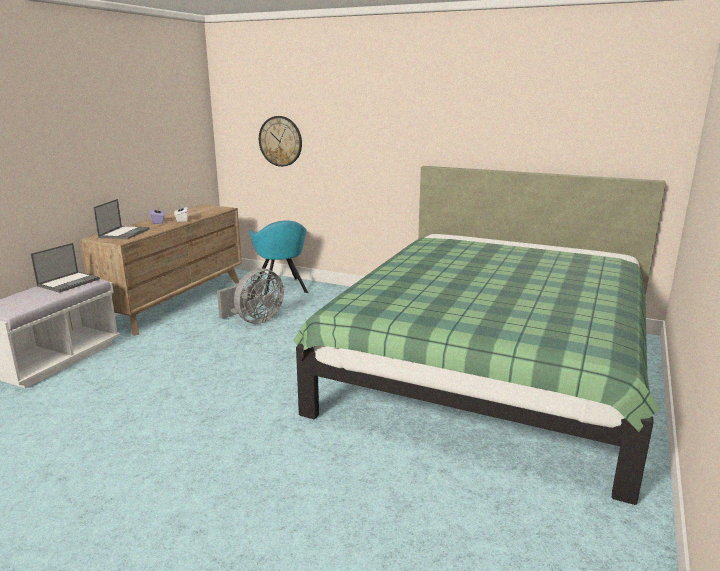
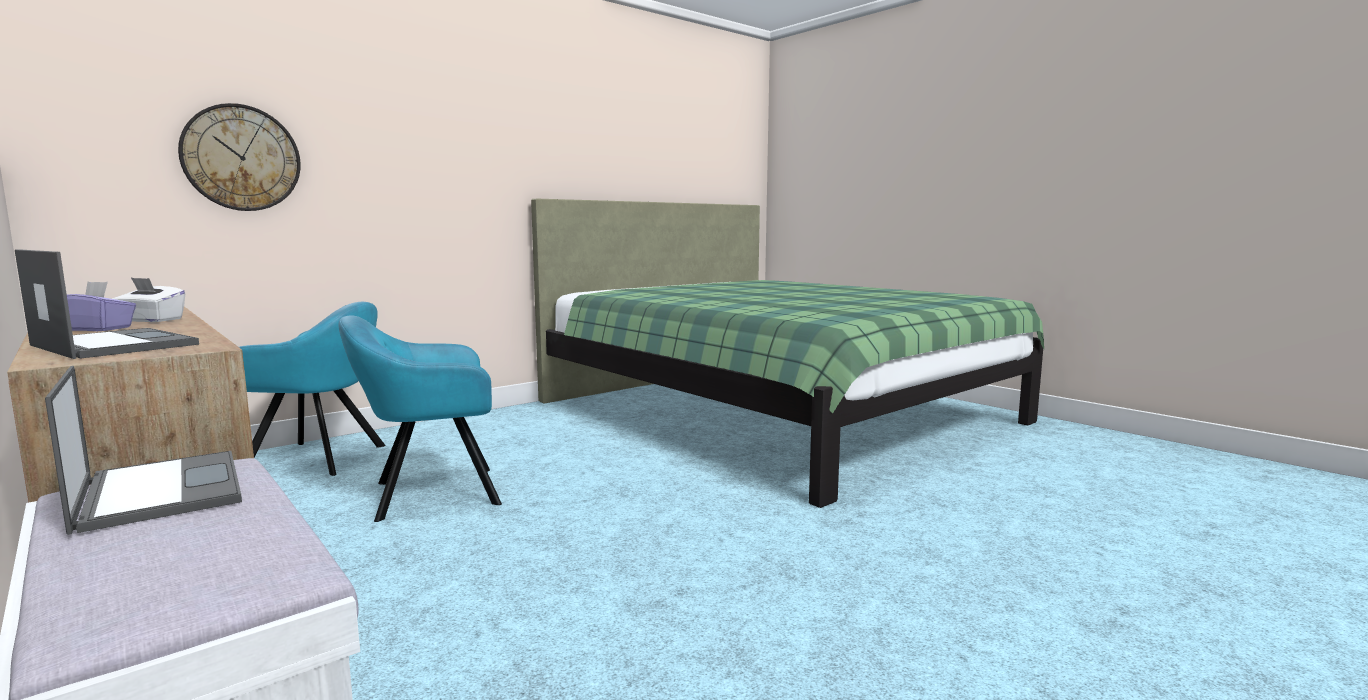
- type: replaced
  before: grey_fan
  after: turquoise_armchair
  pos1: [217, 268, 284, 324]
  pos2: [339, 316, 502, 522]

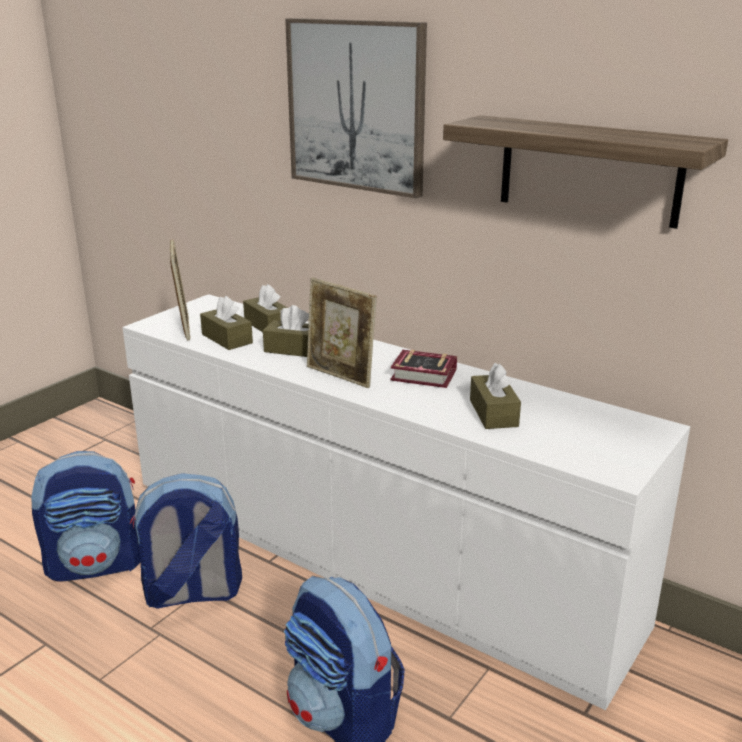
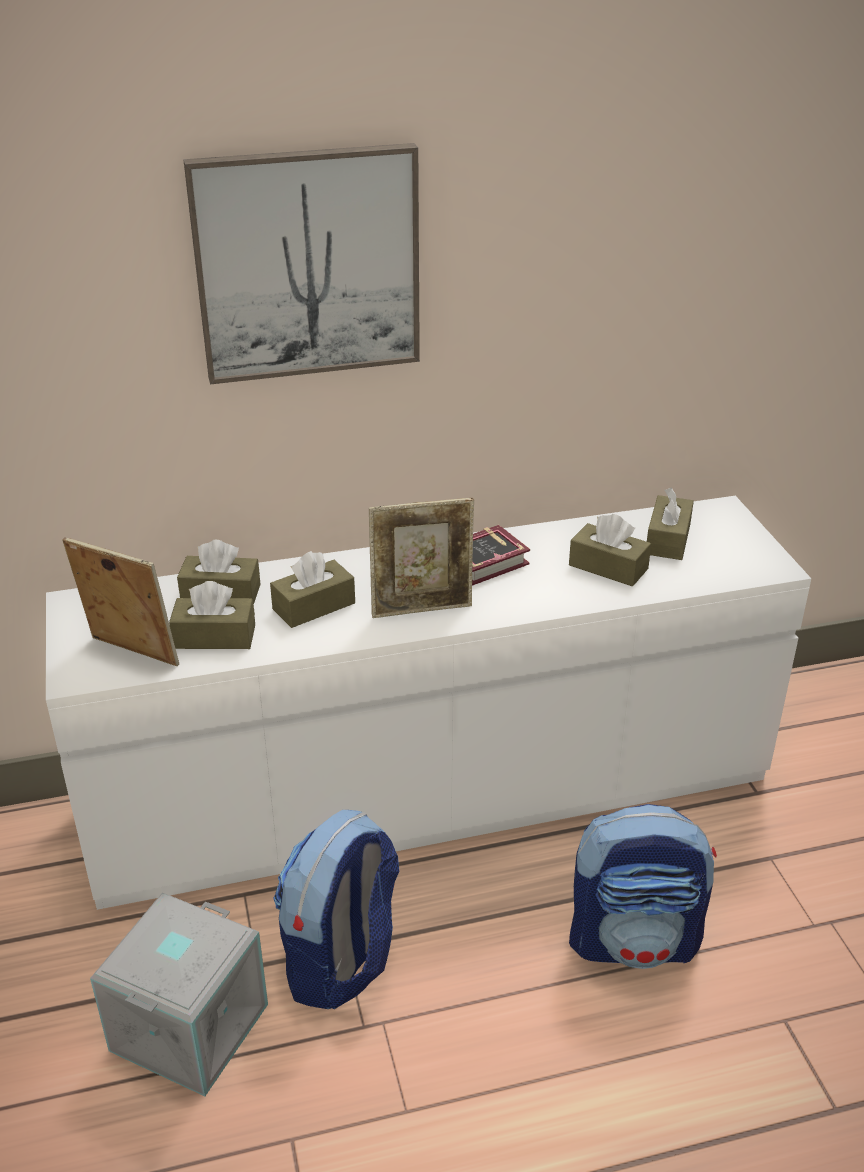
- type: replaced
  before: backpack
  after: grey_storage_box
  pos1: [31, 451, 141, 582]
  pos2: [90, 892, 268, 1096]
- type: added
  after: brown_tissue_box
  pos2: [647, 487, 694, 560]
- type: removed
  before: shelf
  pos1: [443, 115, 728, 229]

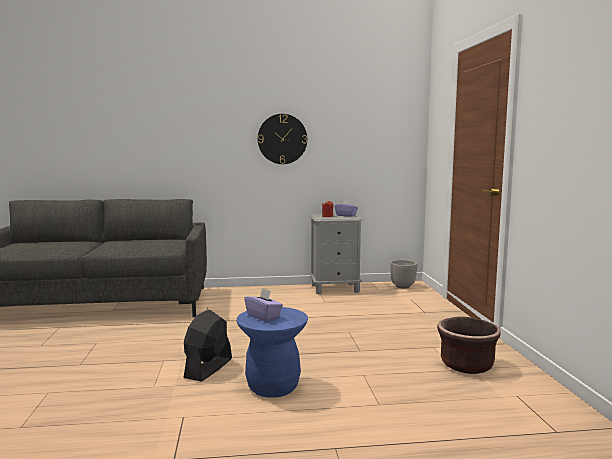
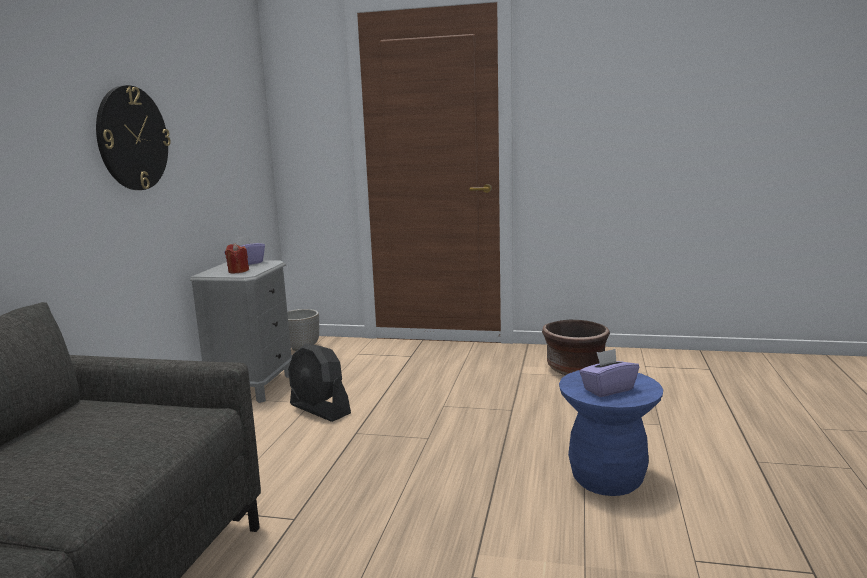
- type: moved
  before: black_fan
  pos1: [183, 310, 232, 382]
  pos2: [288, 343, 351, 422]

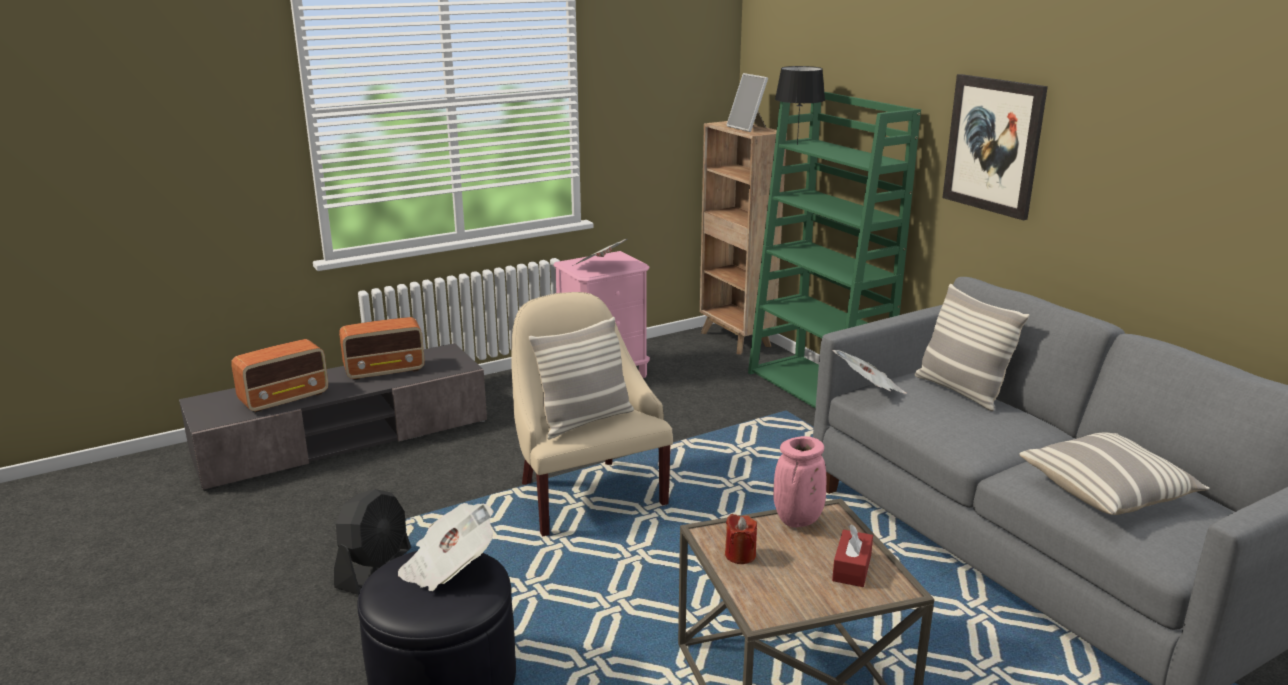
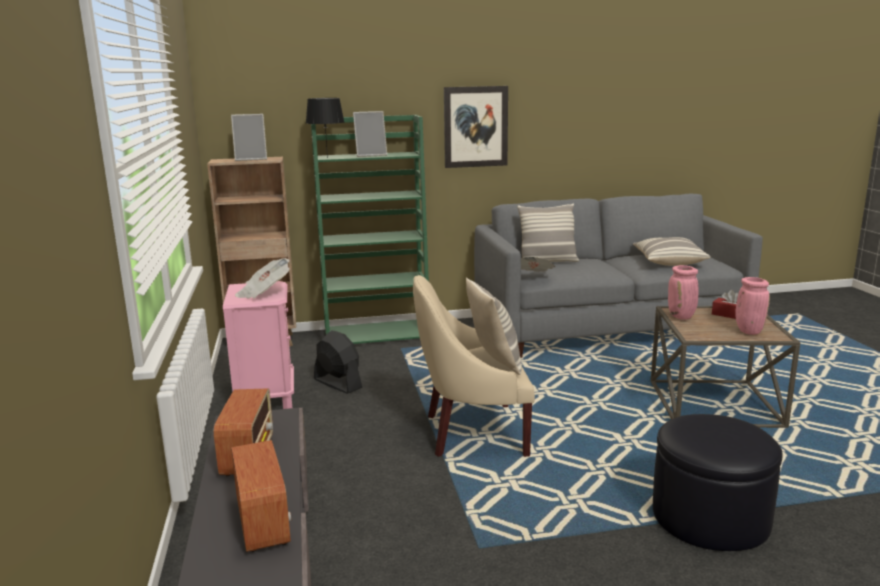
- type: moved
  before: black_fan
  pos1: [334, 489, 411, 595]
  pos2: [314, 330, 362, 394]
- type: added
  after: picture_frame
  pos2: [353, 111, 387, 157]
- type: added
  after: pink_vase
  pos2: [735, 277, 770, 335]
- type: removed
  before: newspaper
  pos1: [398, 503, 494, 591]
- type: removed
  before: red_candle
  pos1: [725, 514, 757, 564]

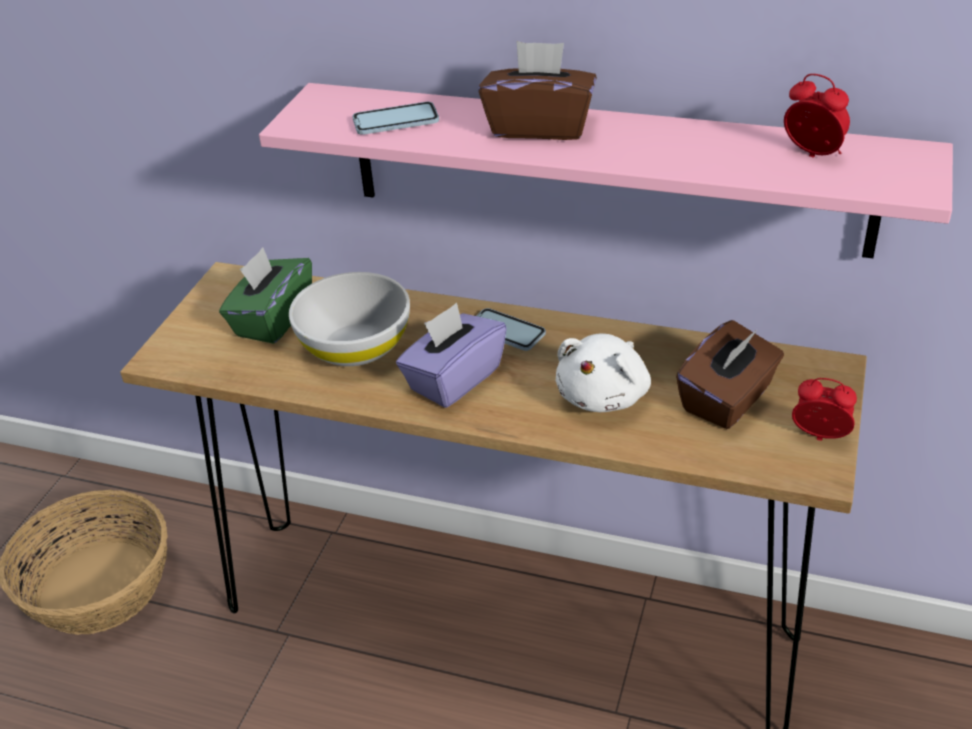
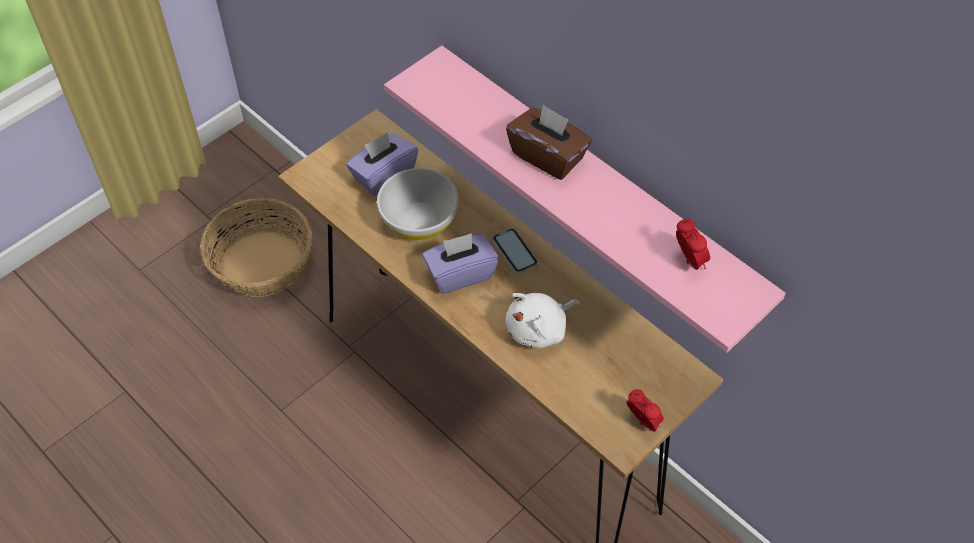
- type: recoloured
  before: green_tissue_box
  after: purple_tissue_box
  pos1: [219, 247, 312, 344]
  pos2: [346, 132, 418, 196]
- type: removed
  before: phone
  pos1: [352, 102, 439, 135]
- type: removed
  before: brown_tissue_box
  pos1: [676, 320, 784, 429]

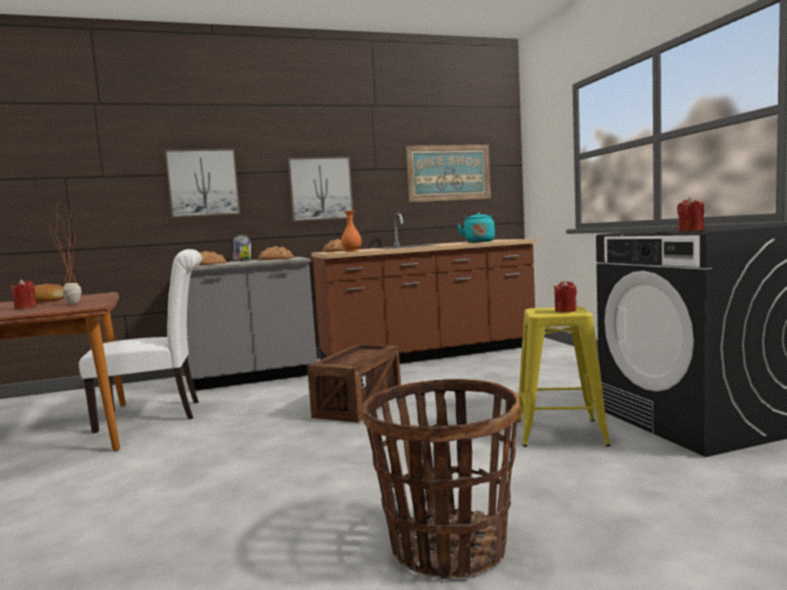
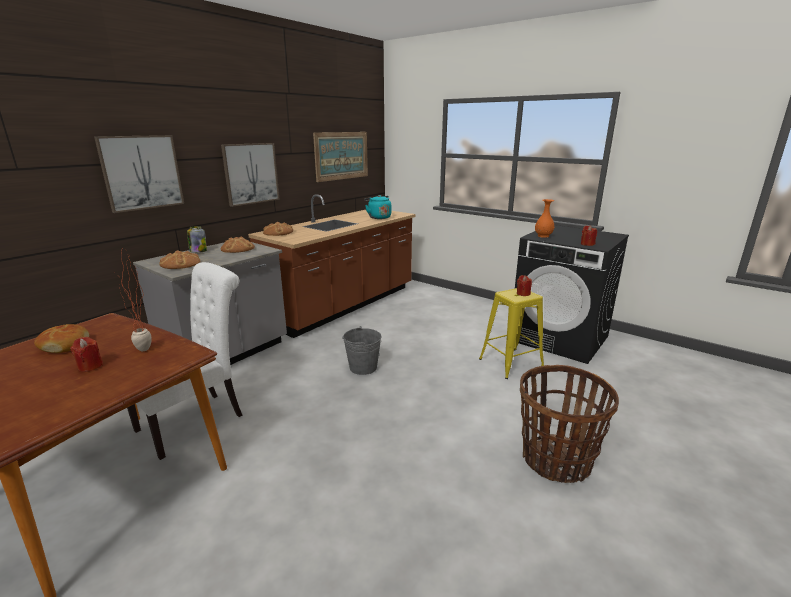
- type: replaced
  before: crate
  after: grey_bucket
  pos1: [307, 344, 401, 423]
  pos2: [342, 326, 382, 375]
- type: moved
  before: orange_vase
  pos1: [341, 211, 362, 252]
  pos2: [535, 199, 554, 238]

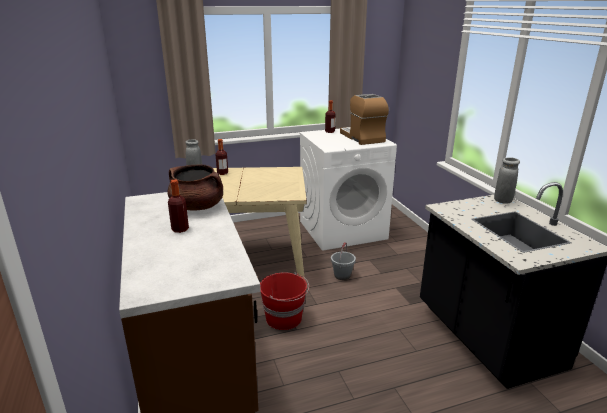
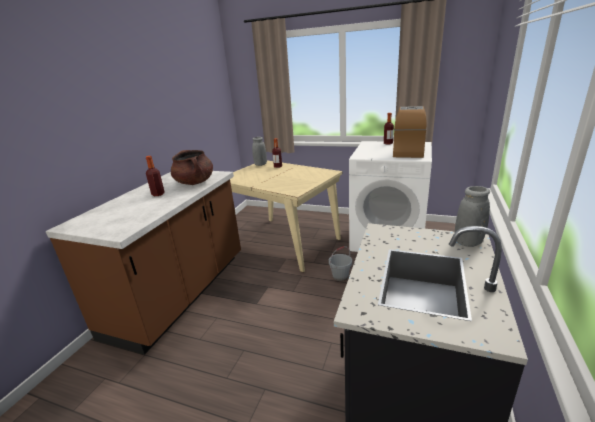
- type: removed
  before: red_bucket
  pos1: [260, 272, 309, 330]

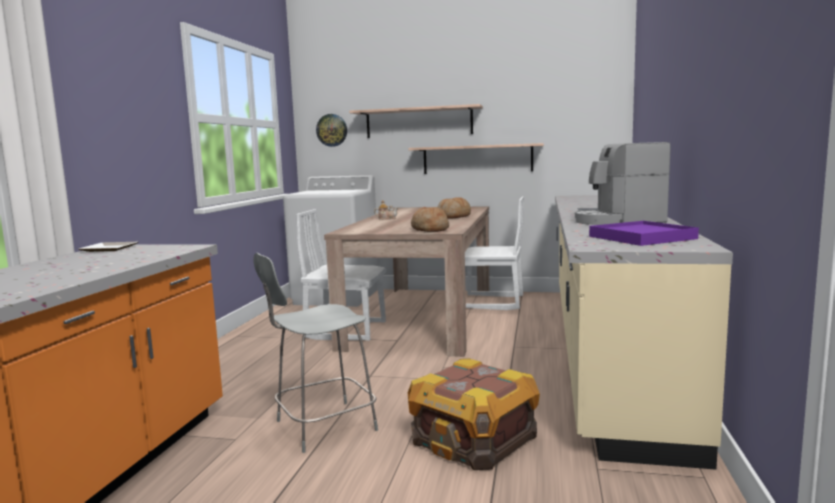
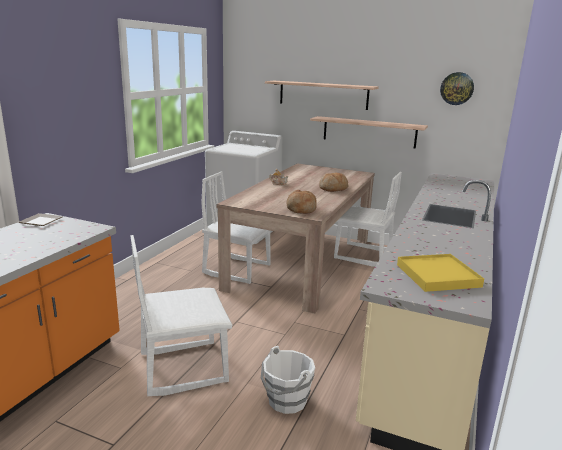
- type: replaced
  before: grey_stool
  after: white_chair
  pos1: [253, 253, 378, 453]
  pos2: [130, 235, 232, 396]
- type: replaced
  before: crate
  after: white_bucket
  pos1: [408, 358, 540, 470]
  pos2: [261, 346, 315, 414]
- type: recoloured
  before: purple_tray
  after: yellow_tray
  pos1: [589, 221, 699, 246]
  pos2: [397, 254, 484, 292]
- type: moved
  before: wall_clock
  pos1: [316, 114, 347, 147]
  pos2: [440, 72, 474, 105]
- type: removed
  before: coffee_machine
  pos1: [575, 142, 671, 225]

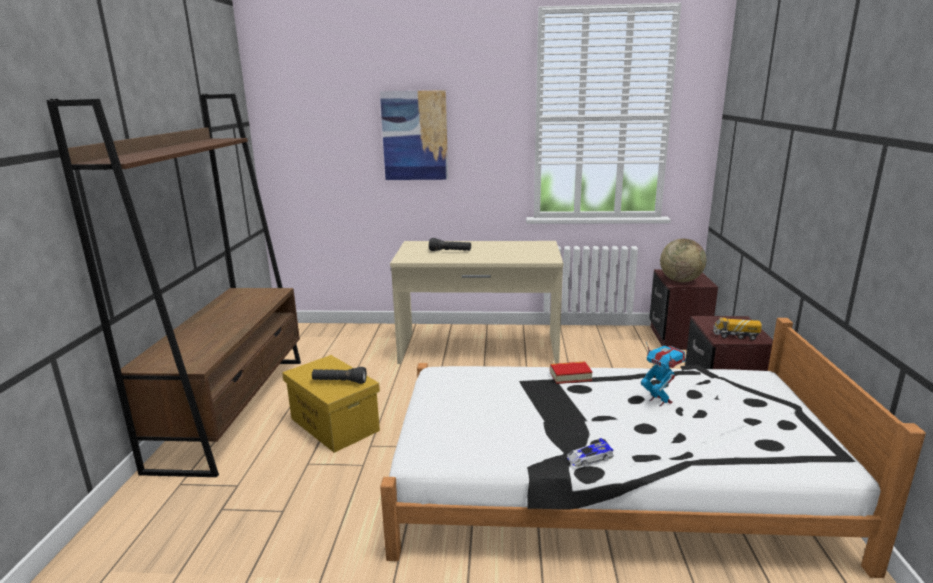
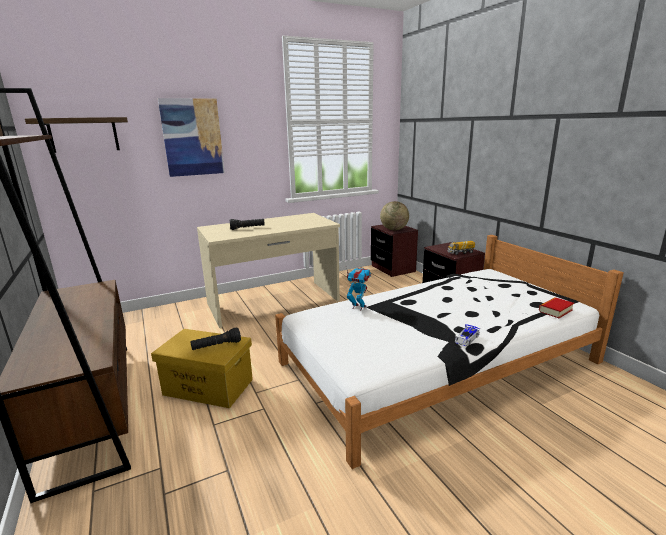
- type: added
  after: shelf
  pos2: [25, 117, 128, 153]
- type: moved
  before: toy_robot
  pos1: [641, 342, 686, 406]
  pos2: [346, 268, 371, 311]
- type: moved
  before: book
  pos1: [550, 361, 593, 384]
  pos2: [539, 297, 574, 318]

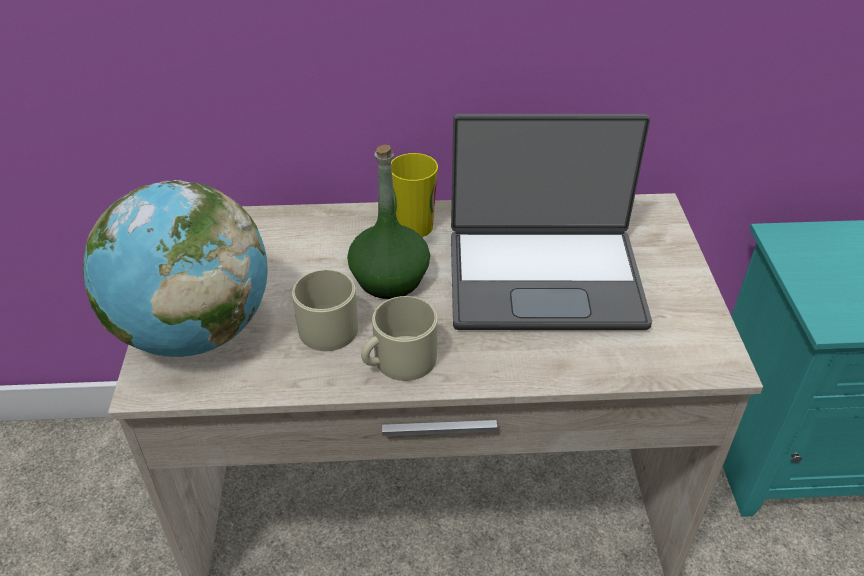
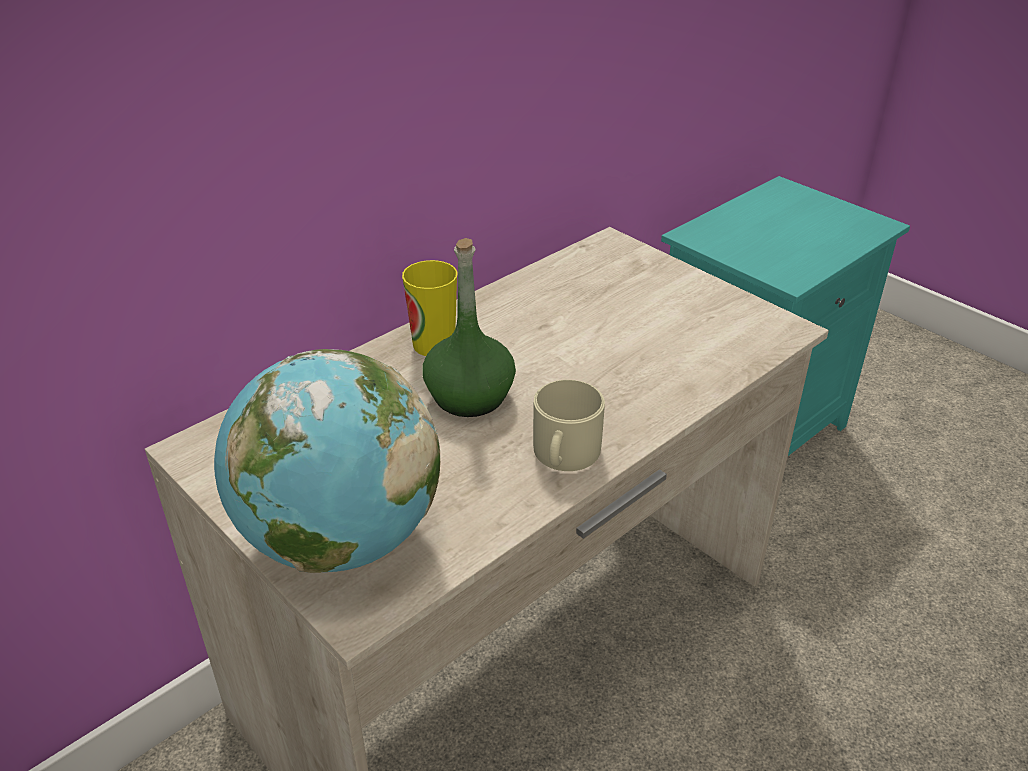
- type: removed
  before: beige_mug
  pos1: [292, 270, 358, 351]
- type: removed
  before: laptop
  pos1: [451, 114, 652, 330]

